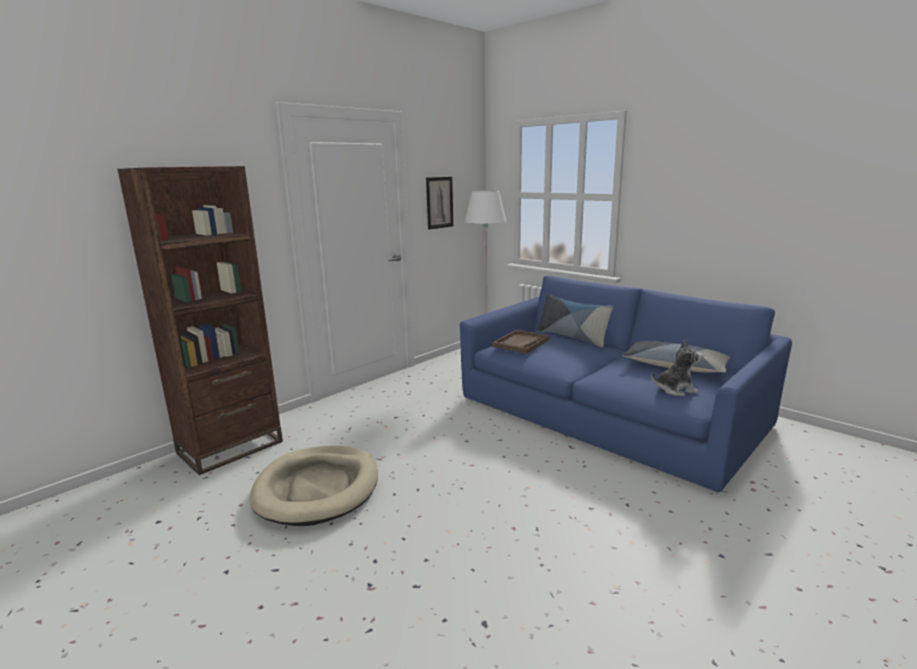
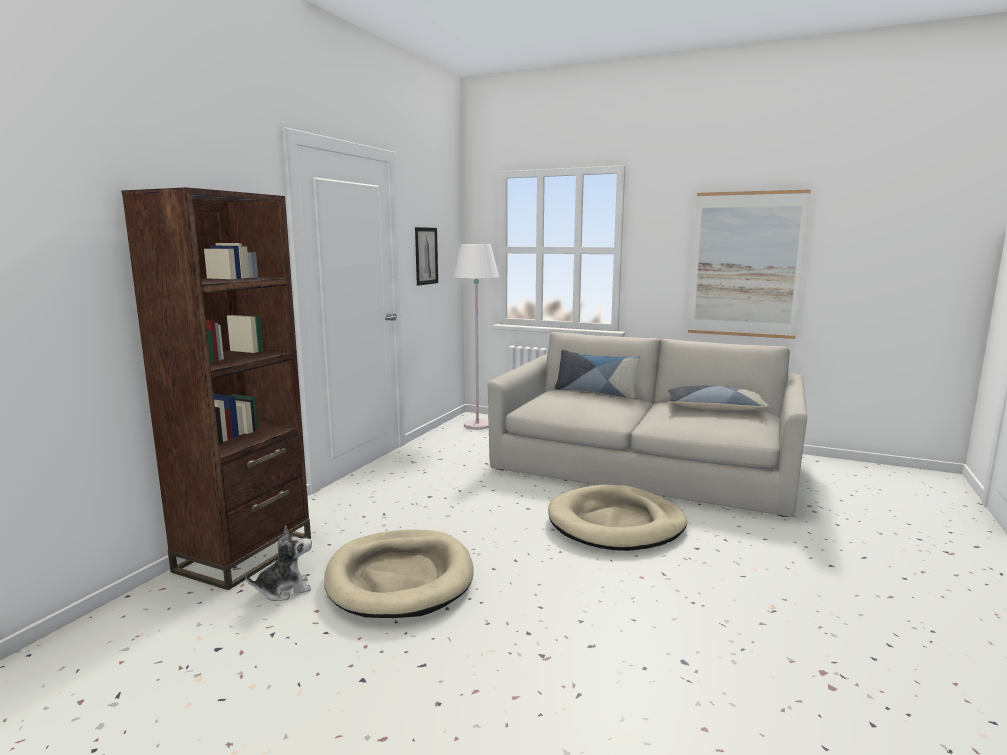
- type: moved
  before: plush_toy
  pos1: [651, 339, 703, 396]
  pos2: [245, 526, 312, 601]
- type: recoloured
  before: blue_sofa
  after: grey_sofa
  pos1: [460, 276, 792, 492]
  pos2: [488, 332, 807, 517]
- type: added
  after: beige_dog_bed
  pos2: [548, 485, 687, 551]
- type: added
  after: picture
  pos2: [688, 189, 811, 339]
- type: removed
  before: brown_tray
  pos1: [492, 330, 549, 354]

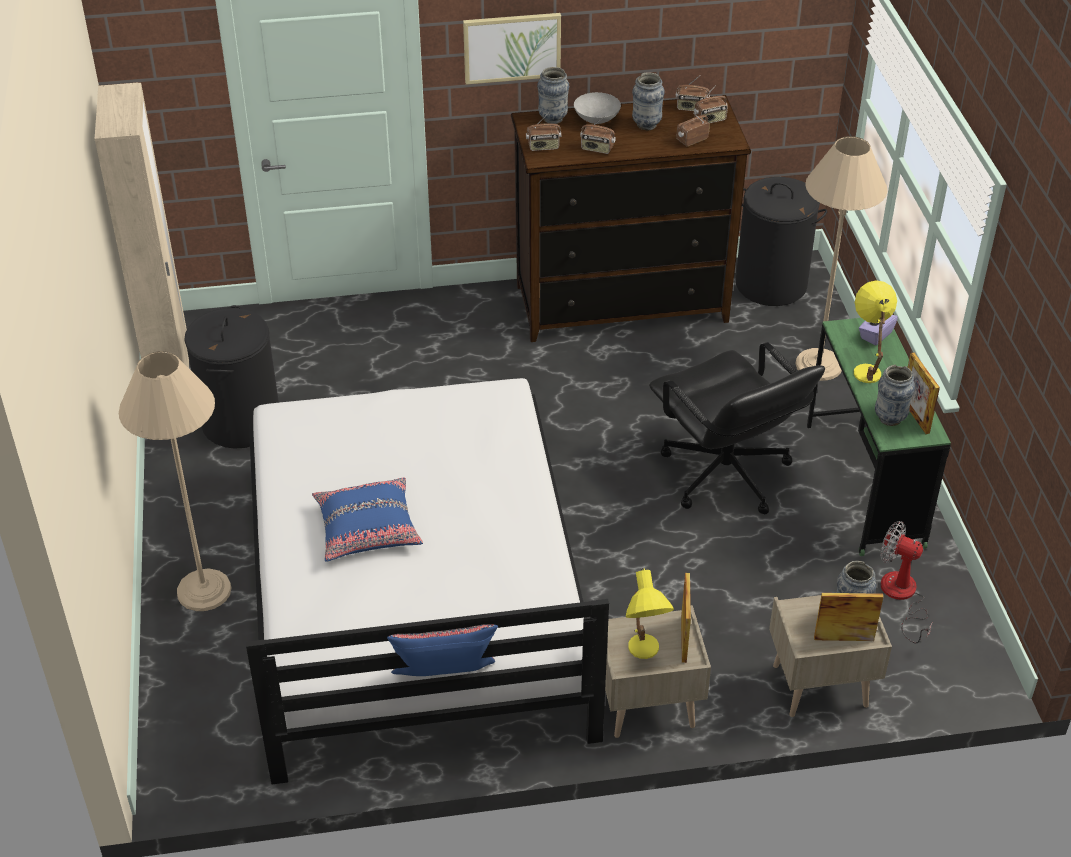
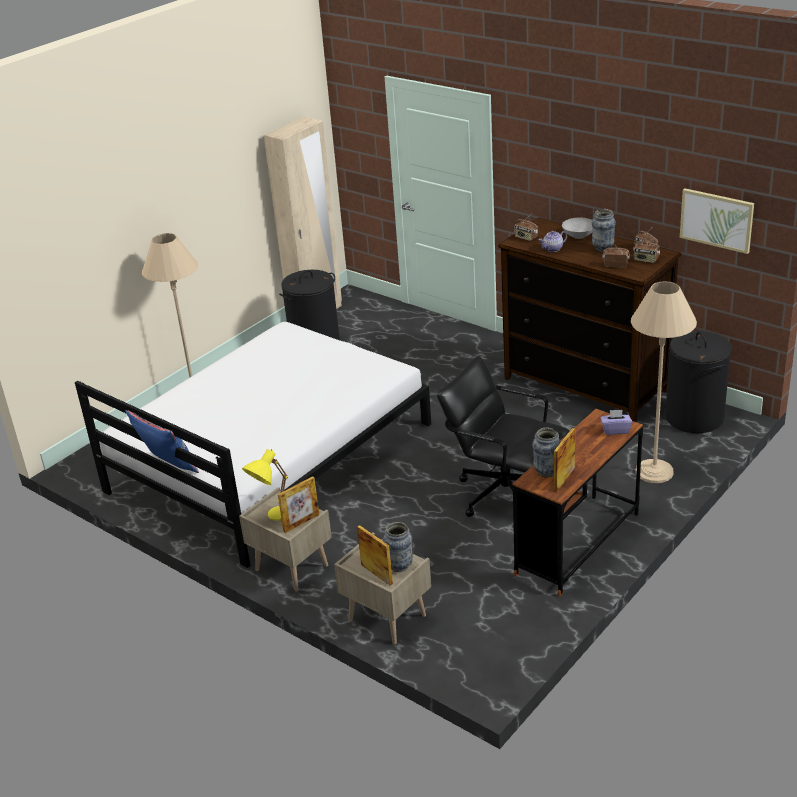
- type: turned
  before: black_office_chair
  pos1: [649, 342, 825, 514]
  pos2: [437, 356, 569, 517]
  turn: 105
- type: recoloured
  before: green_desk
  after: brown_desk
  pos1: [807, 318, 951, 556]
  pos2: [512, 409, 643, 596]
- type: replaced
  before: radio
  after: teapot
  pos1: [580, 116, 616, 154]
  pos2: [539, 231, 568, 252]
- type: moved
  before: picture
  pos1: [463, 13, 561, 85]
  pos2: [680, 188, 754, 254]
- type: removed
  before: blue_pillow
  pos1: [312, 477, 423, 562]
- type: removed
  before: vase
  pos1: [537, 67, 569, 124]
- type: removed
  before: yellow_table_lamp
  pos1: [854, 280, 897, 383]
- type: removed
  before: fan
  pos1: [880, 521, 933, 644]

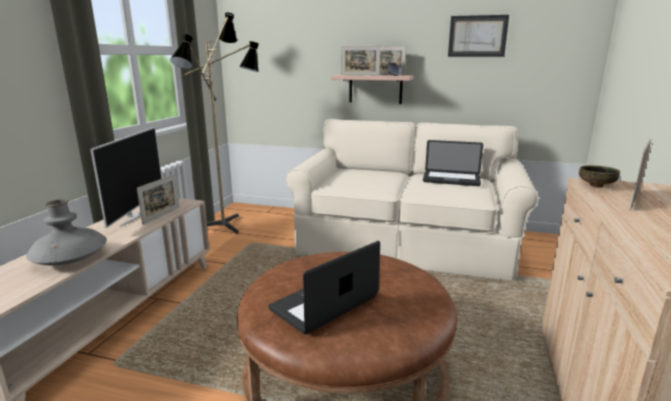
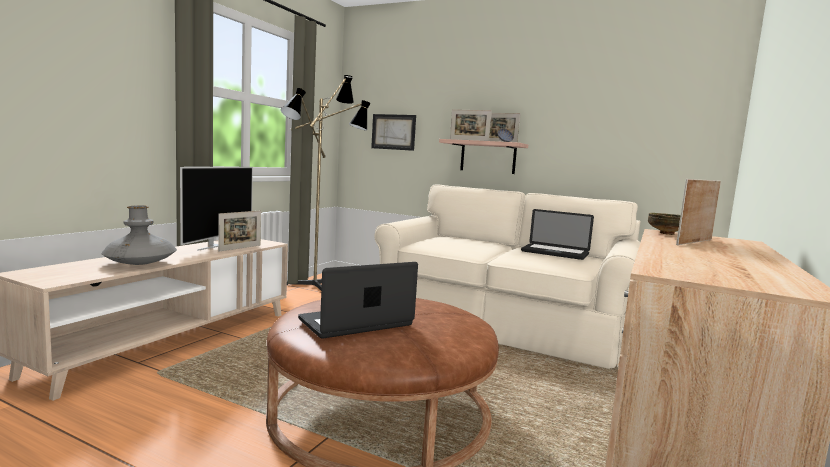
- type: moved
  before: picture
  pos1: [448, 15, 509, 57]
  pos2: [371, 114, 416, 151]

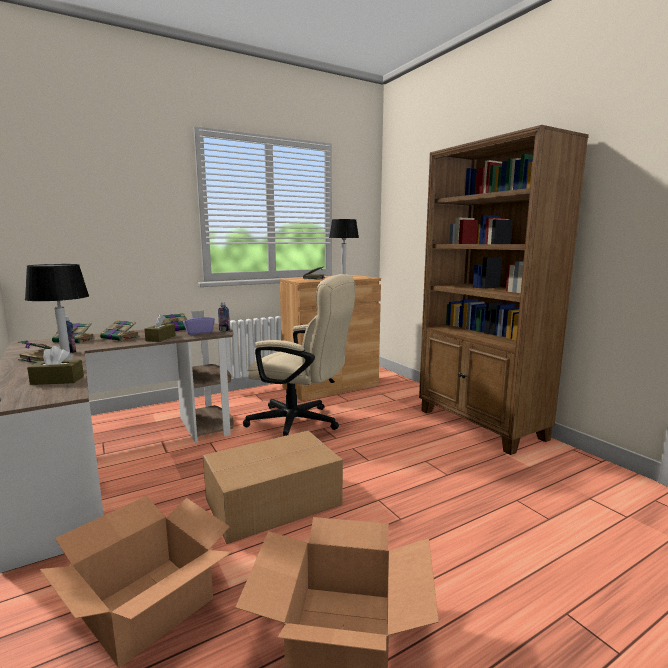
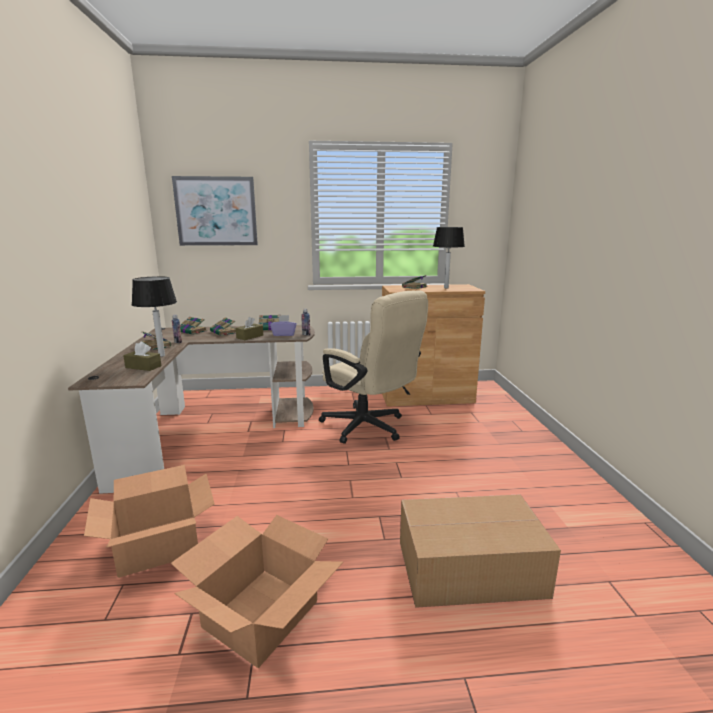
- type: added
  after: picture
  pos2: [172, 176, 258, 246]
- type: moved
  before: cardboard_box
  pos1: [203, 430, 343, 544]
  pos2: [400, 494, 561, 608]
- type: removed
  before: brown_bookcase
  pos1: [419, 125, 589, 455]

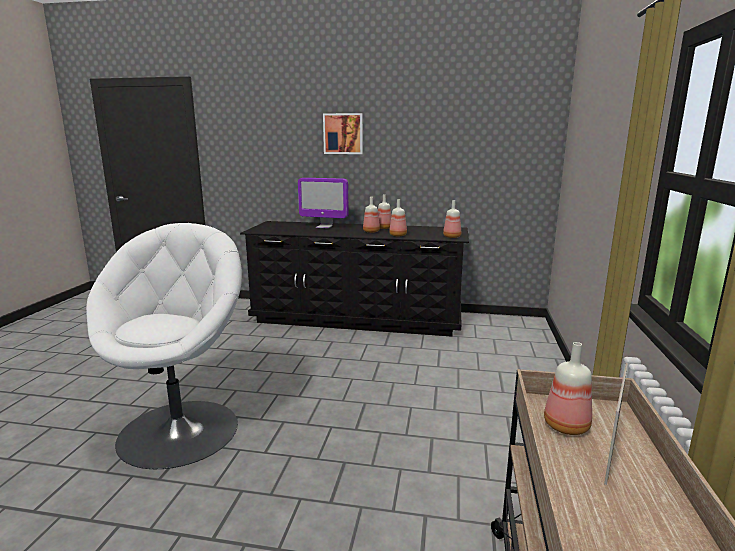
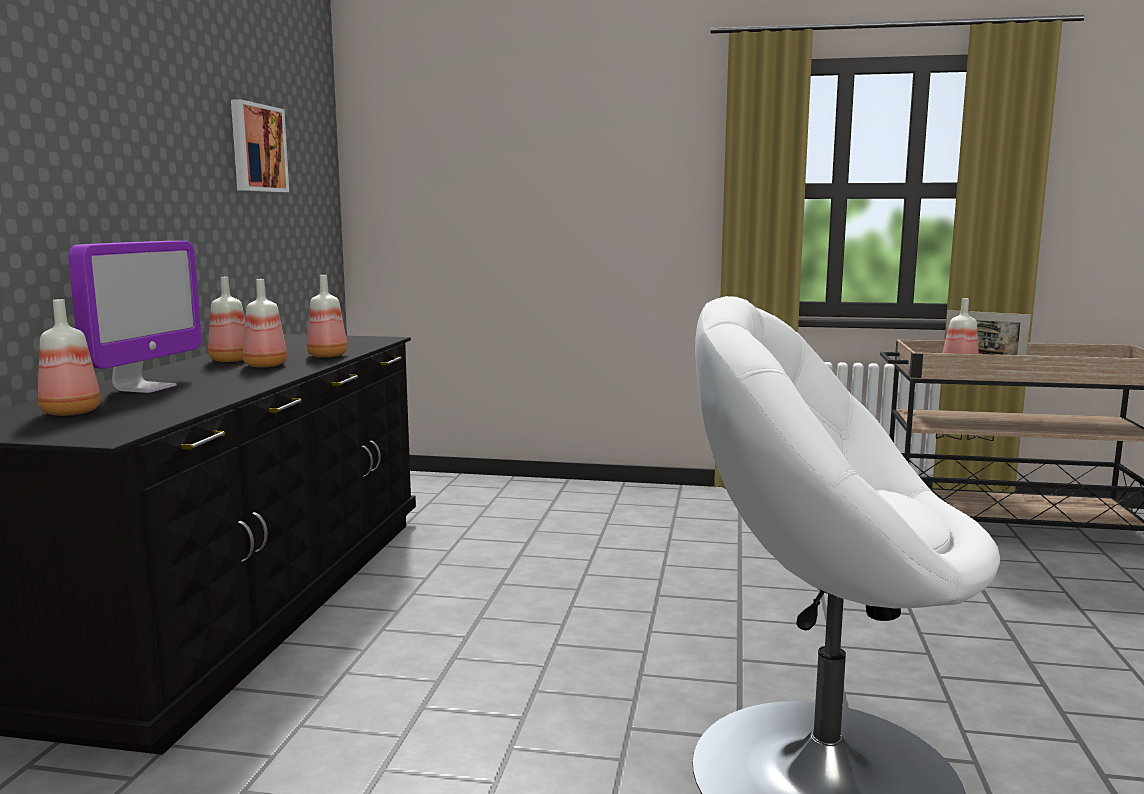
- type: moved
  before: bottle
  pos1: [443, 200, 461, 238]
  pos2: [38, 299, 101, 416]
- type: moved
  before: picture
  pos1: [323, 113, 363, 154]
  pos2: [231, 99, 289, 192]

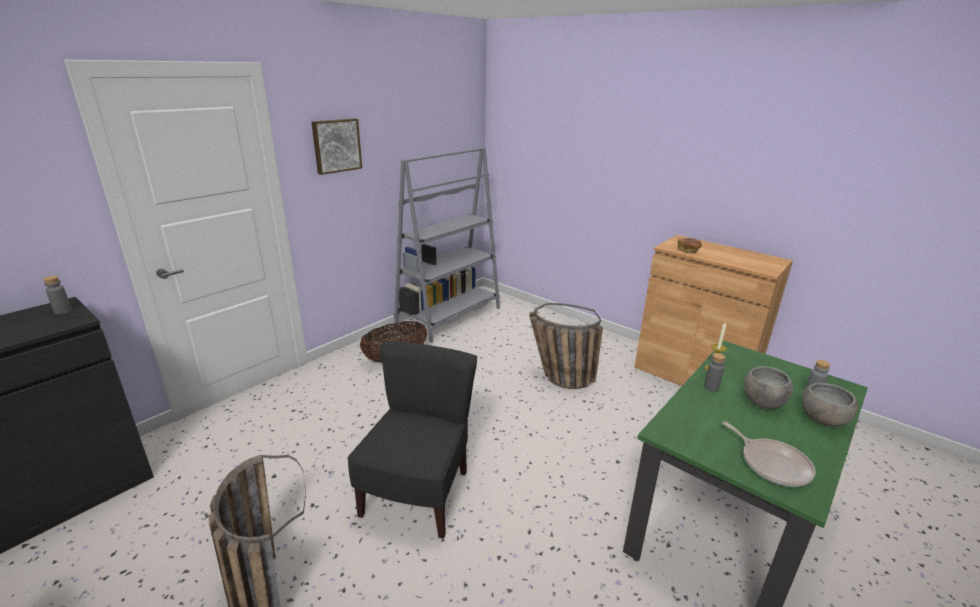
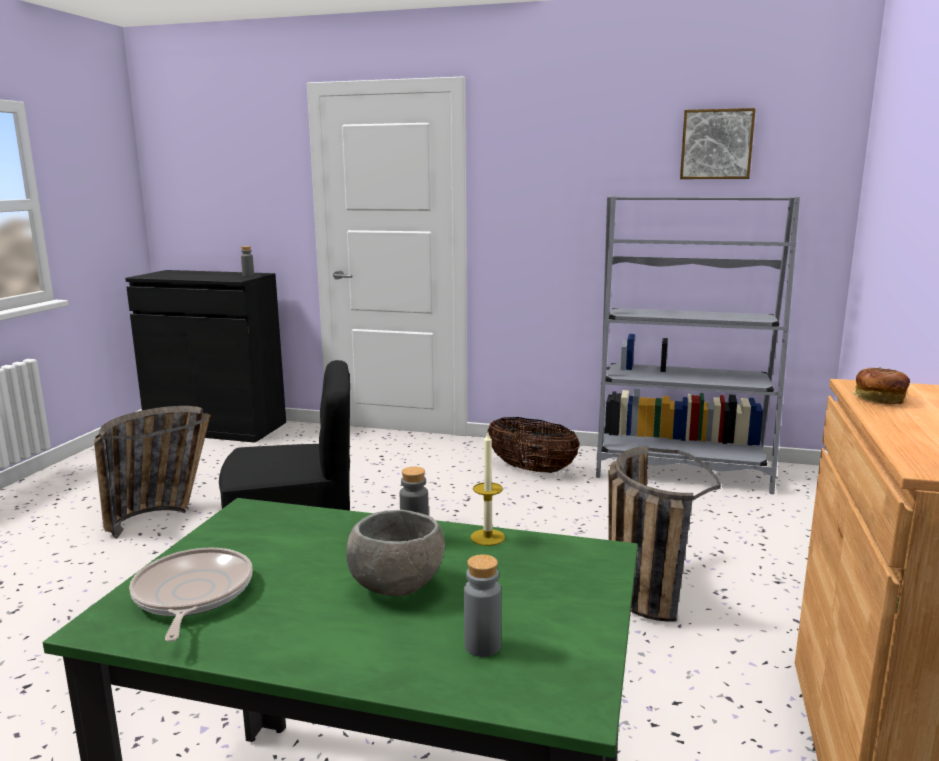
- type: turned
  before: frying_pan
  pos1: [723, 422, 815, 487]
  pos2: [129, 548, 252, 642]
  turn: 135
- type: moved
  before: picture
  pos1: [311, 118, 362, 175]
  pos2: [680, 108, 756, 179]
- type: removed
  before: grey_bowl
  pos1: [802, 383, 858, 427]

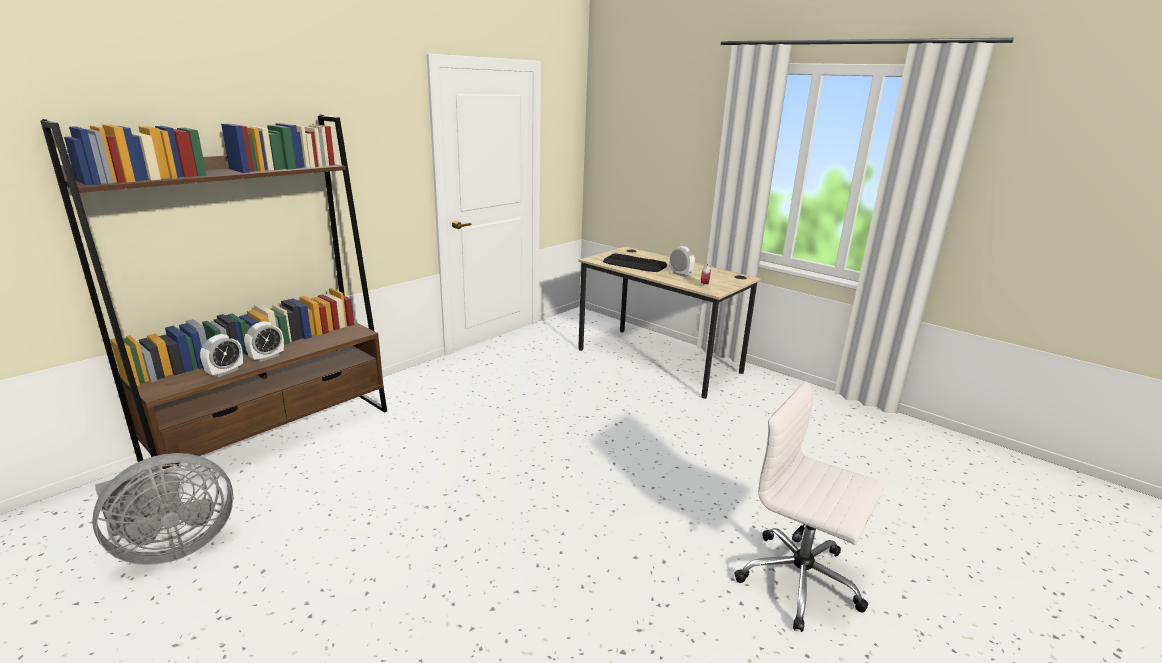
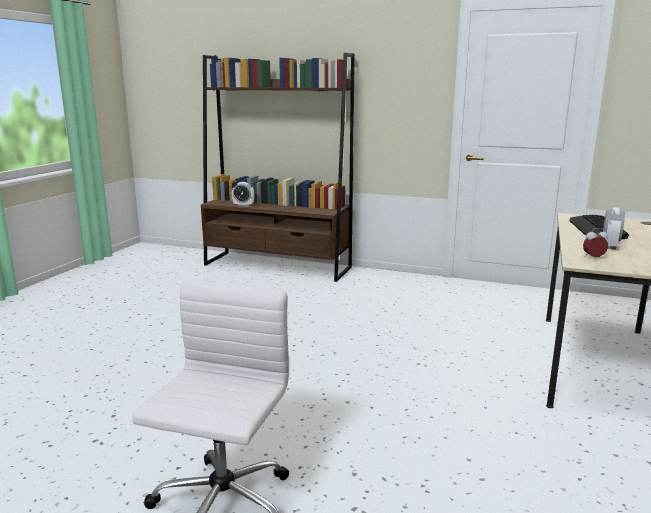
- type: removed
  before: grey_fan
  pos1: [92, 453, 233, 565]
- type: removed
  before: alarm_clock
  pos1: [244, 321, 284, 362]

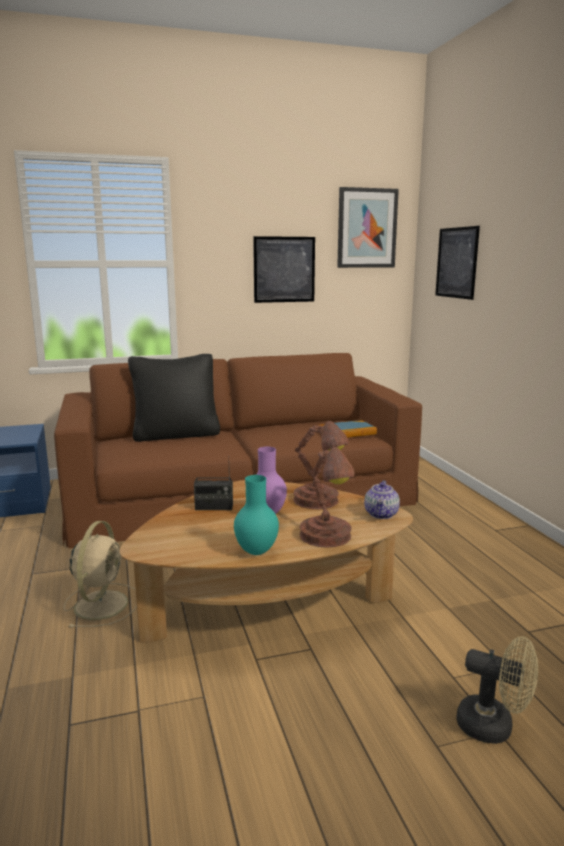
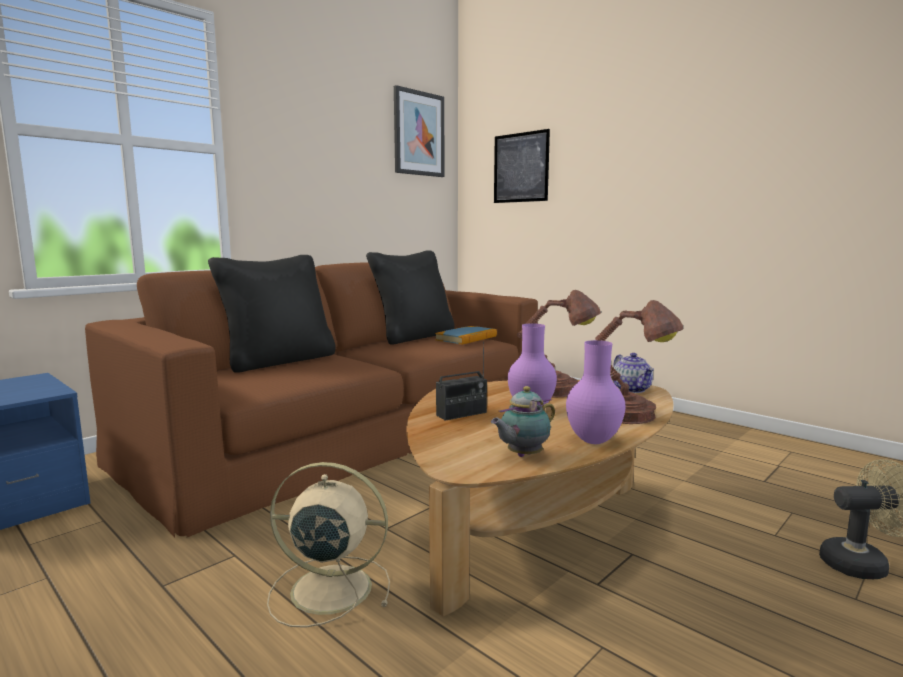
- type: turned
  before: beige_fan
  pos1: [64, 521, 137, 628]
  pos2: [267, 462, 390, 628]
  turn: -60
- type: added
  after: black_pillow
  pos2: [366, 250, 455, 345]
- type: added
  after: teapot
  pos2: [491, 386, 555, 457]
- type: recoloured
  before: turquoise_vase
  after: purple_vase
  pos1: [234, 475, 279, 555]
  pos2: [566, 340, 625, 444]
- type: removed
  before: picture
  pos1: [253, 236, 315, 303]

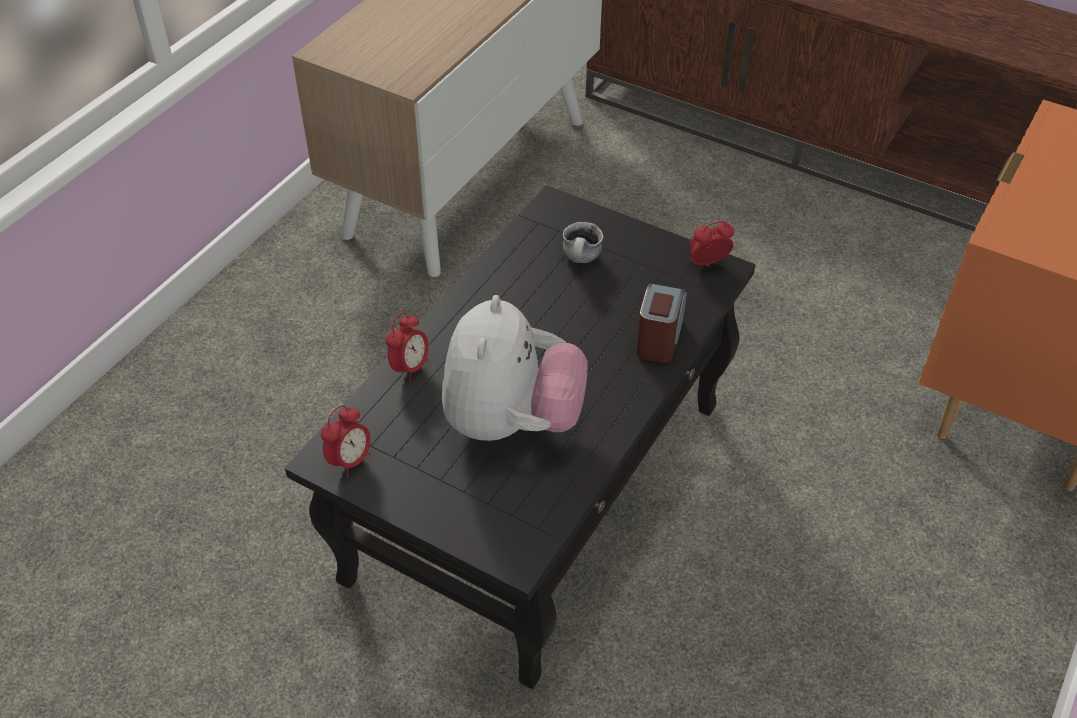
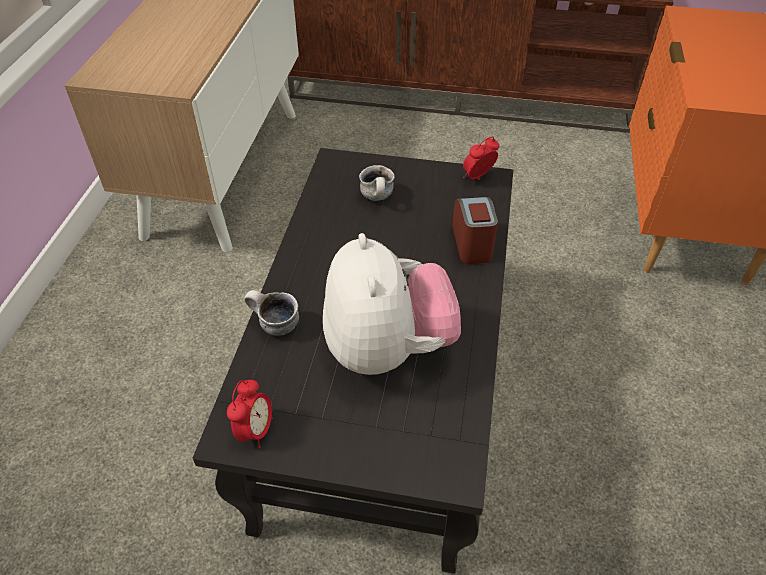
- type: replaced
  before: alarm_clock
  after: mug
  pos1: [386, 313, 429, 382]
  pos2: [244, 290, 299, 336]

